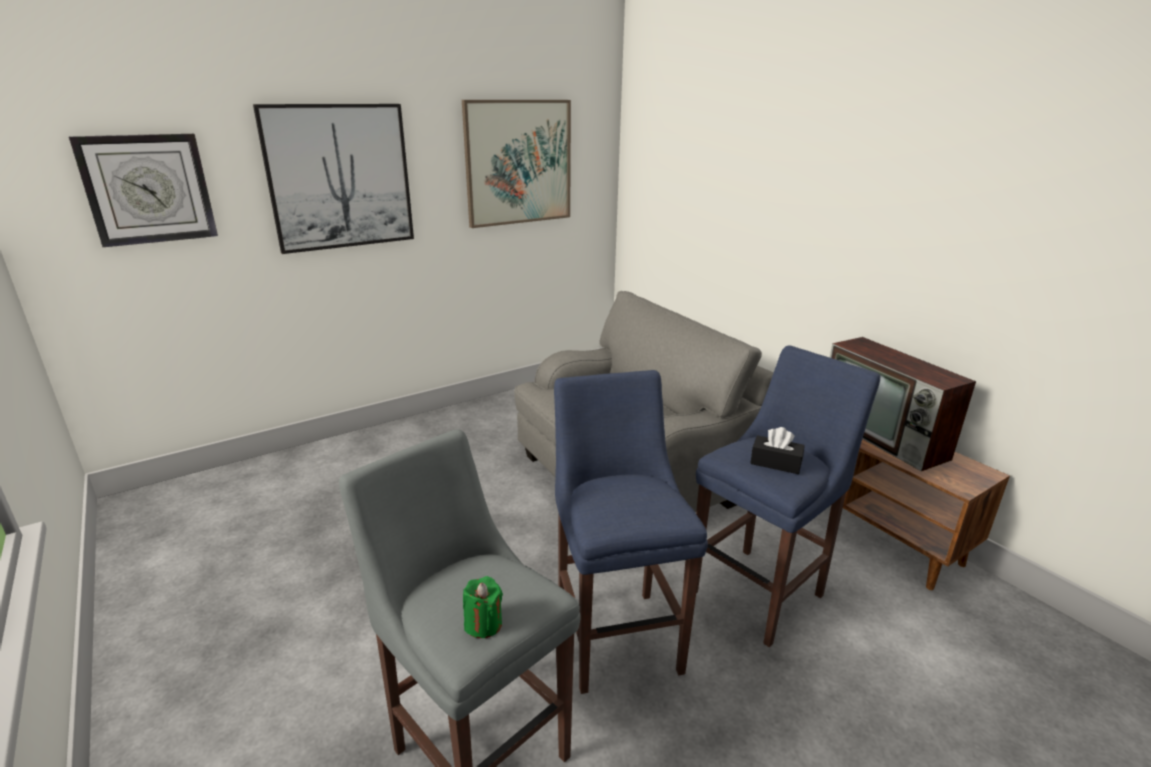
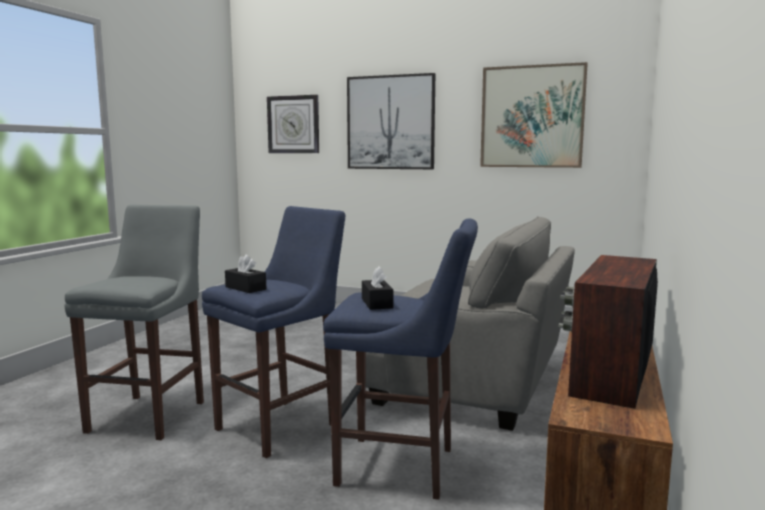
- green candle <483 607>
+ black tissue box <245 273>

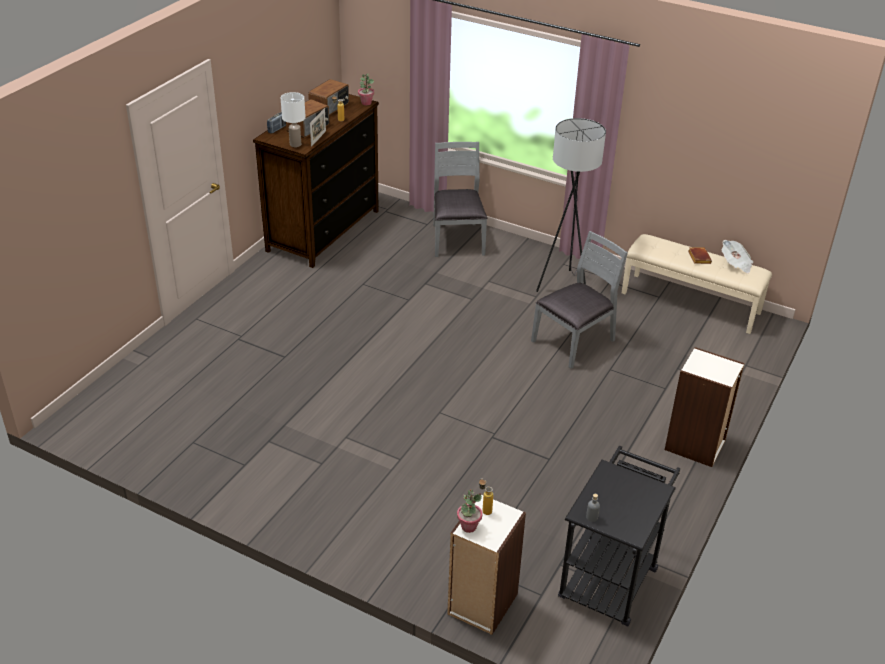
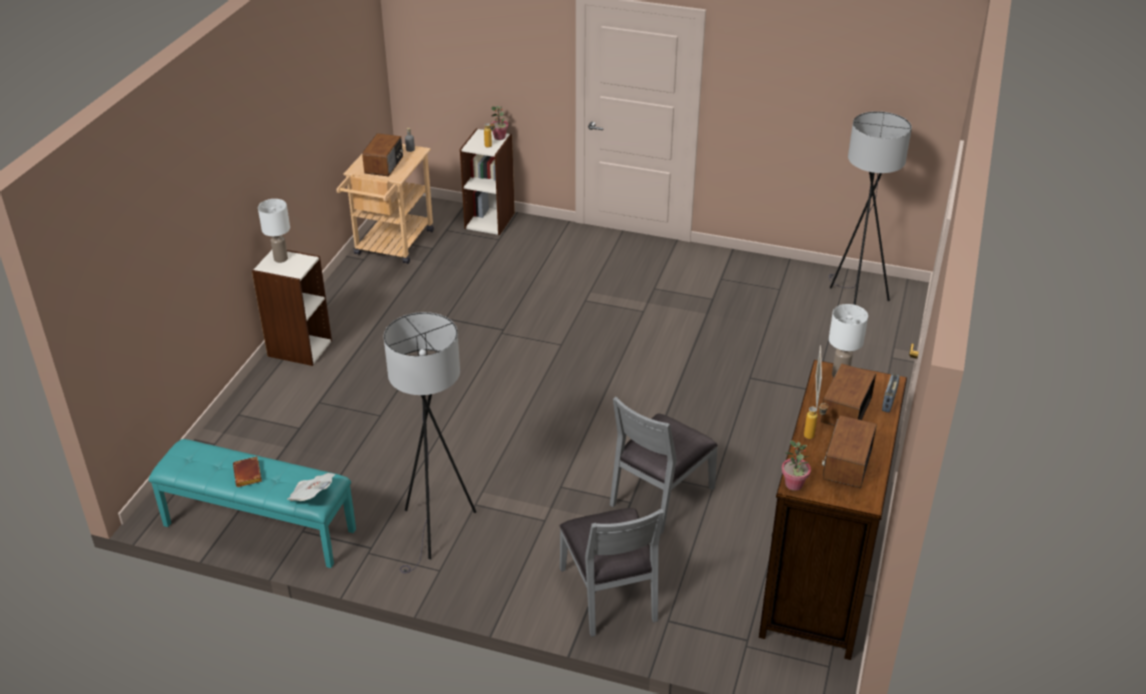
~ grey chair <579 300> to <664 465>
~ beige bench <697 284> to turquoise bench <252 503>
~ newspaper <737 257> to <311 487>
~ black cart <619 536> to beige cart <385 204>
+ grey floor lamp <870 208>
+ radio <382 155>
+ white table lamp <274 231>

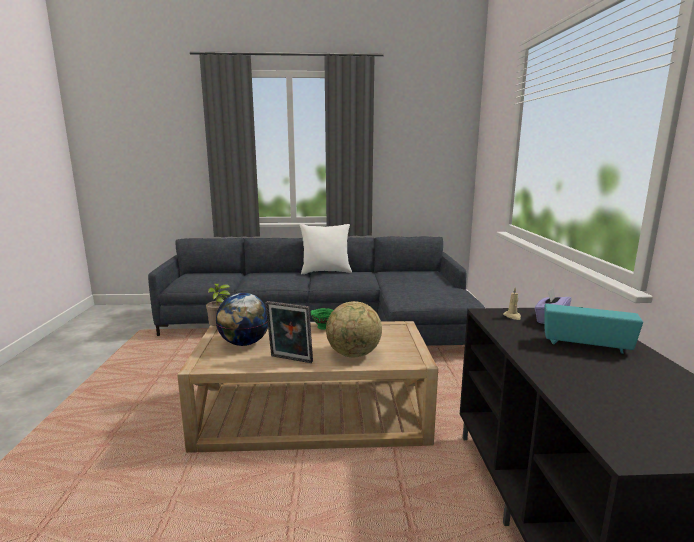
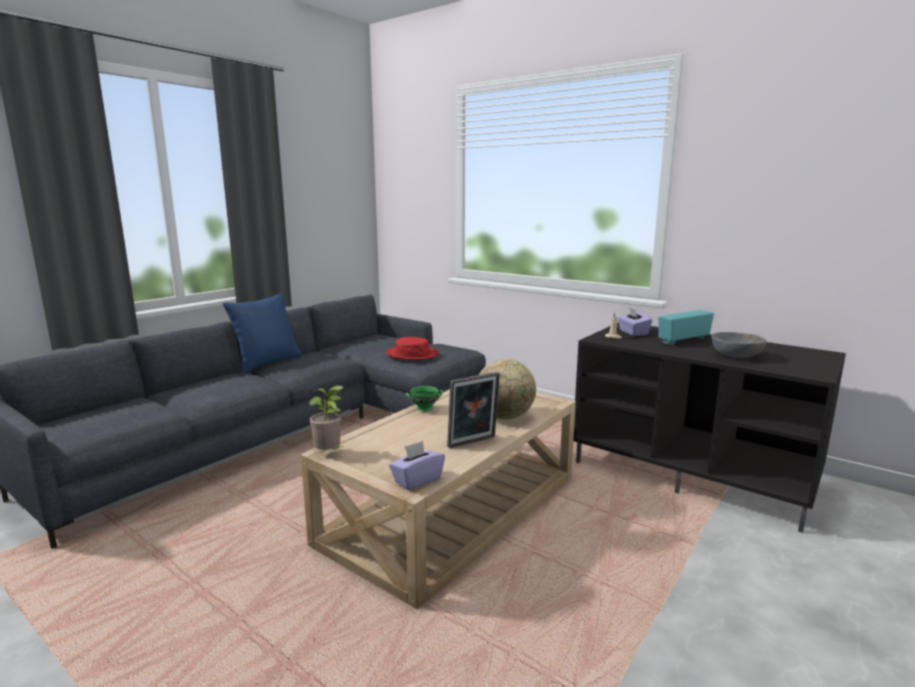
~ white pillow <326 249> to blue pillow <262 333>
- globe <242 319>
+ grey bowl <739 345>
+ red hat <412 348>
+ purple tissue box <417 465>

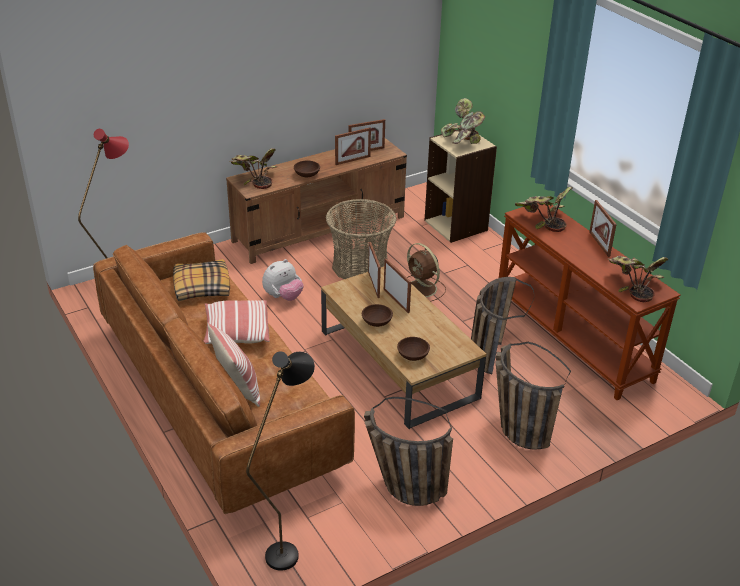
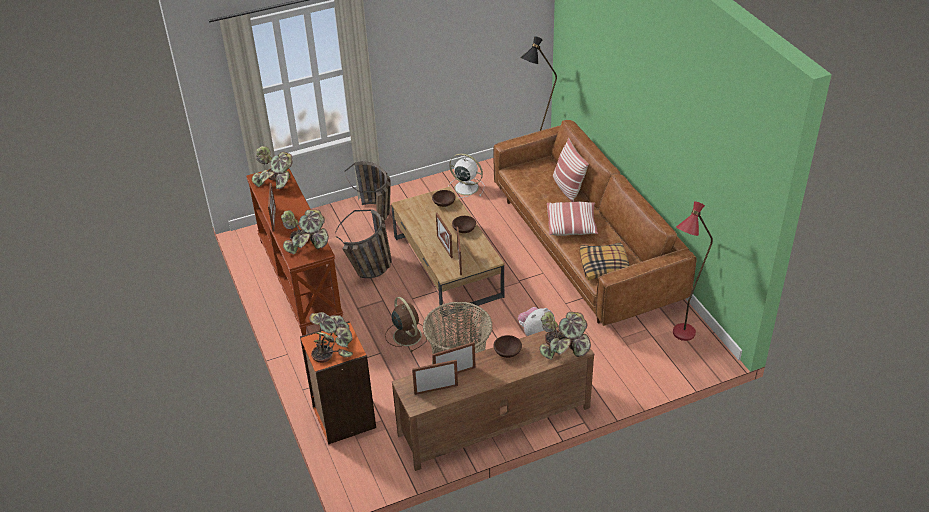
~ beige bookcase <460 186> to orange bookcase <338 383>
~ basket <408 451> to white fan <466 175>

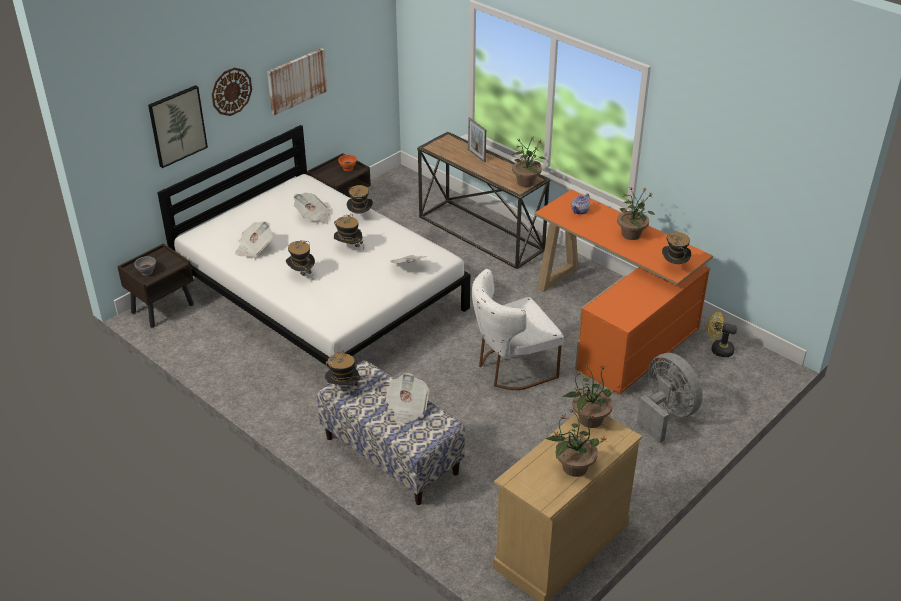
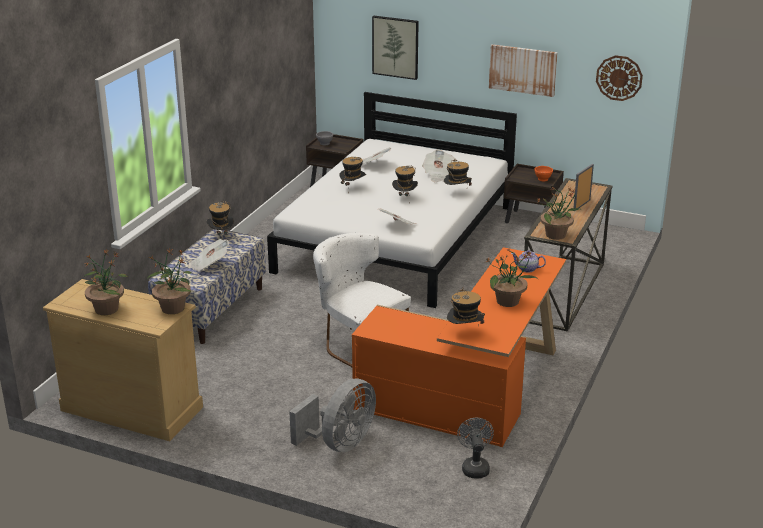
~ wall clock <232 92> to <619 78>
~ yellow fan <722 334> to grey fan <475 448>

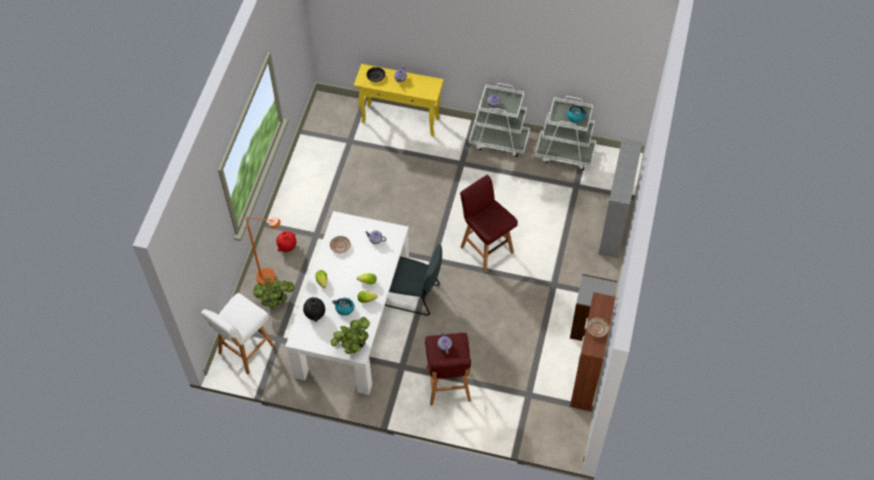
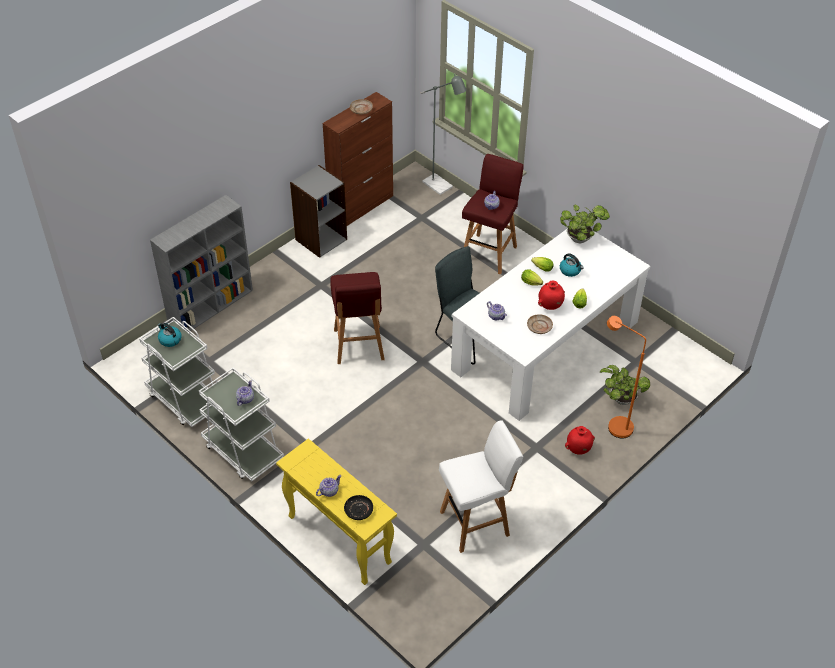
~ white stool <238 334> to <481 486>
- black vase <314 309>
+ grey floor lamp <444 134>
+ red vase <551 295>

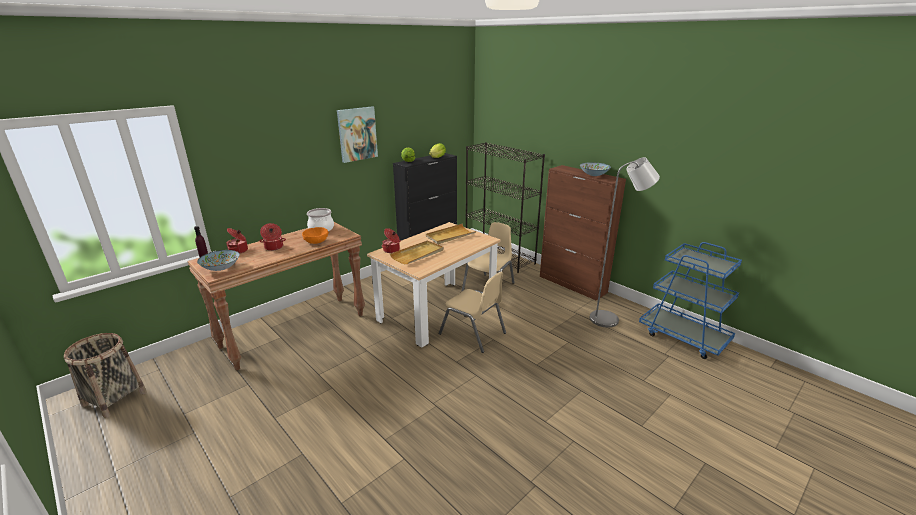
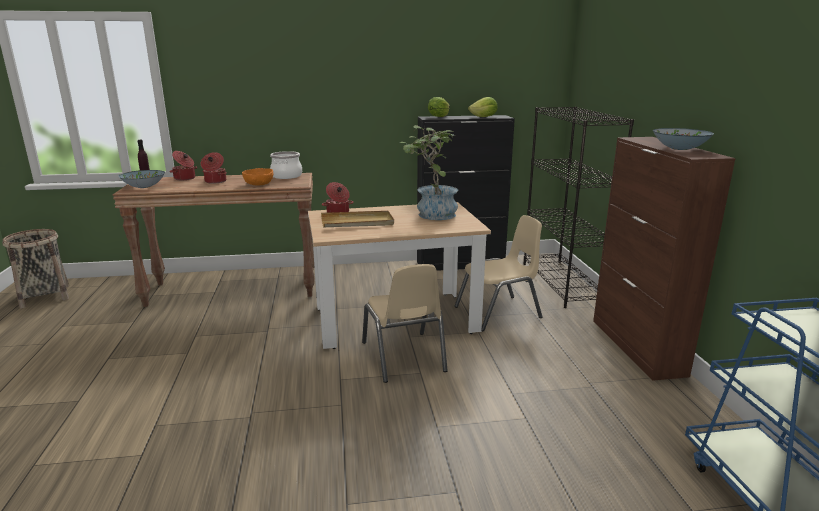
- picture <357 135>
- grey floor lamp <625 242>
~ beige tray <451 234> to potted plant <429 172>

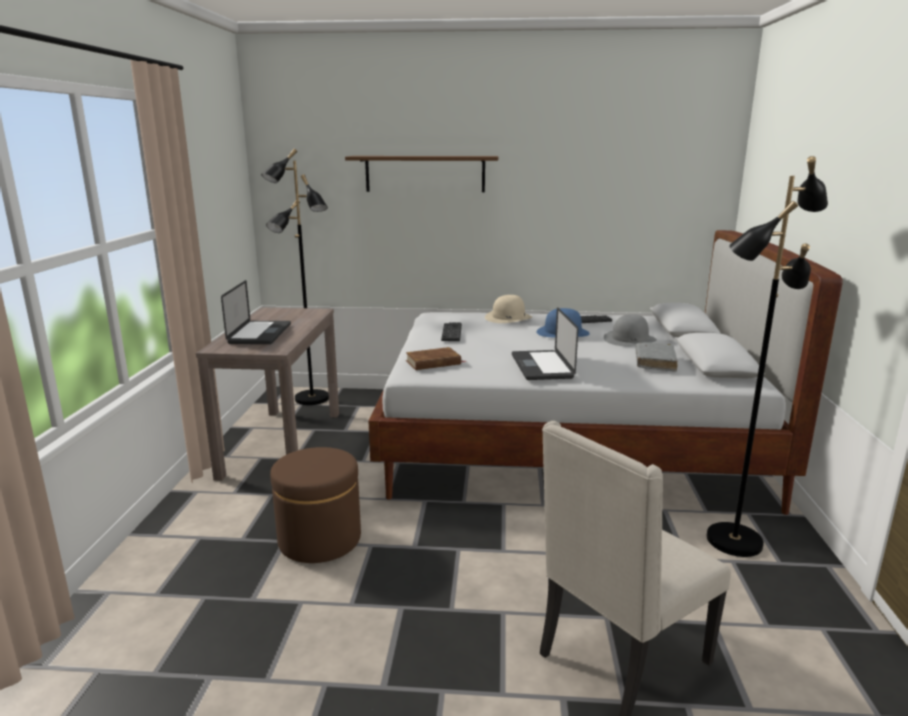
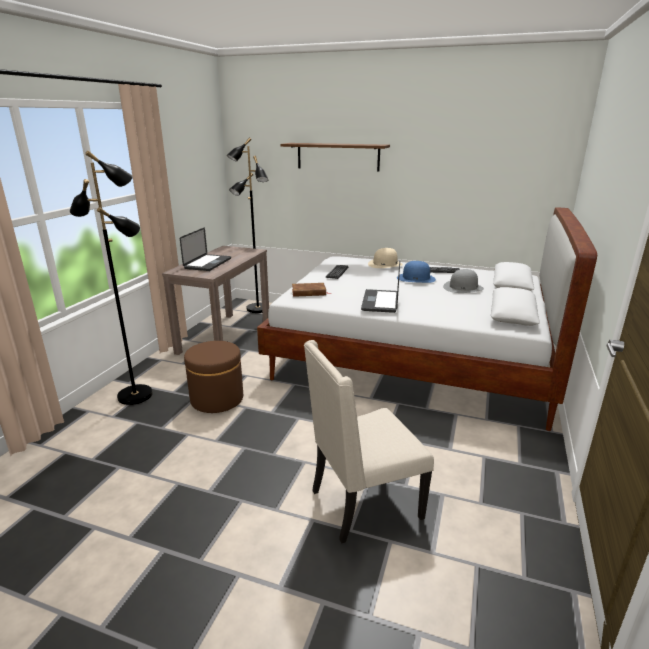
~ black floor lamp <767 356> to <111 277>
- grey book <656 357>

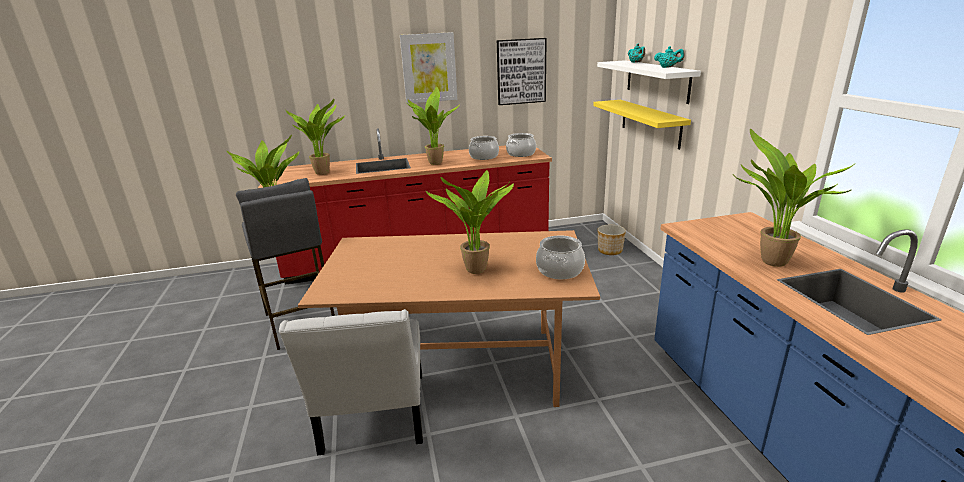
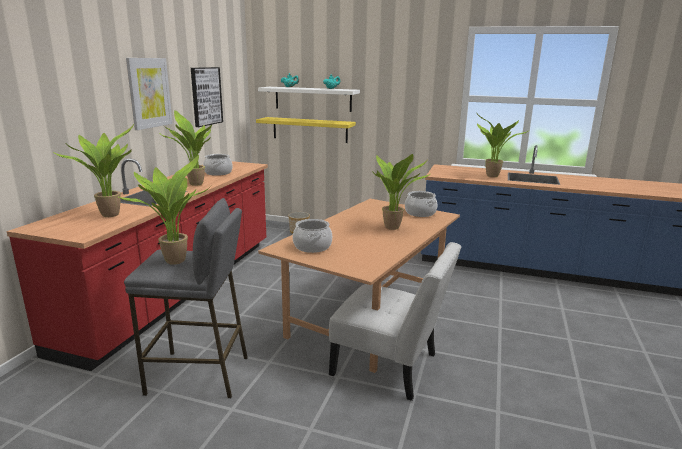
~ cooking pot <521 145> to <312 236>

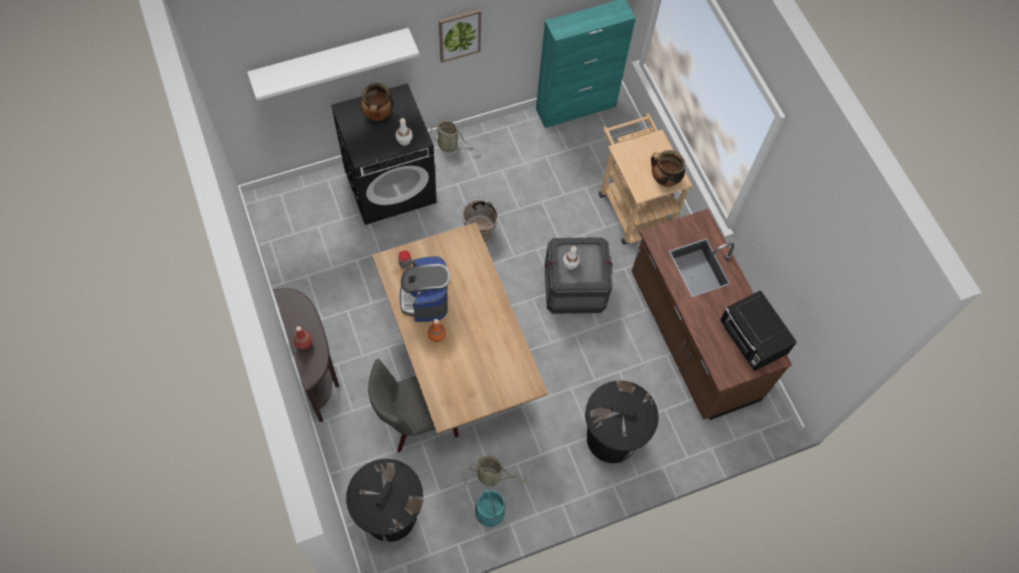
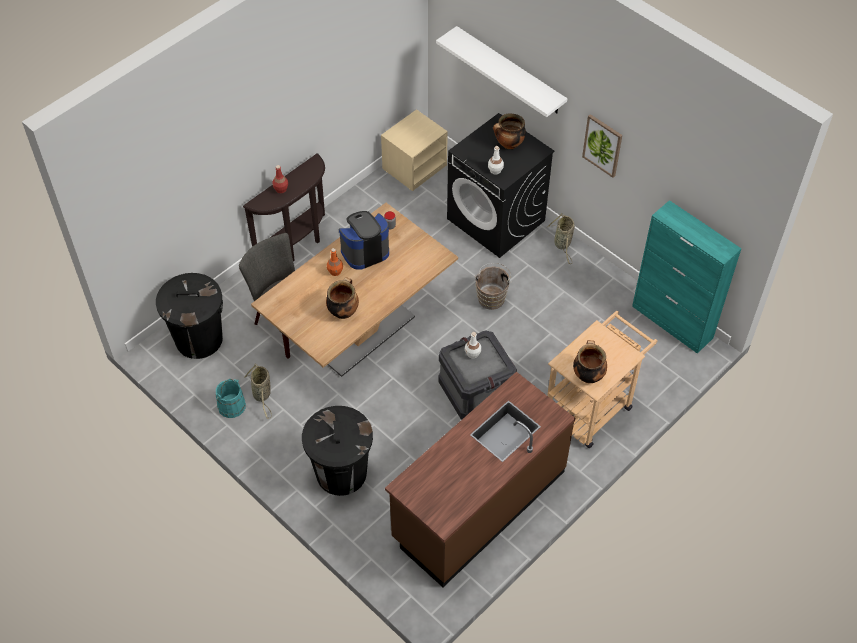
- black microwave <758 330>
+ beige nightstand <414 150>
+ cooking pot <342 298>

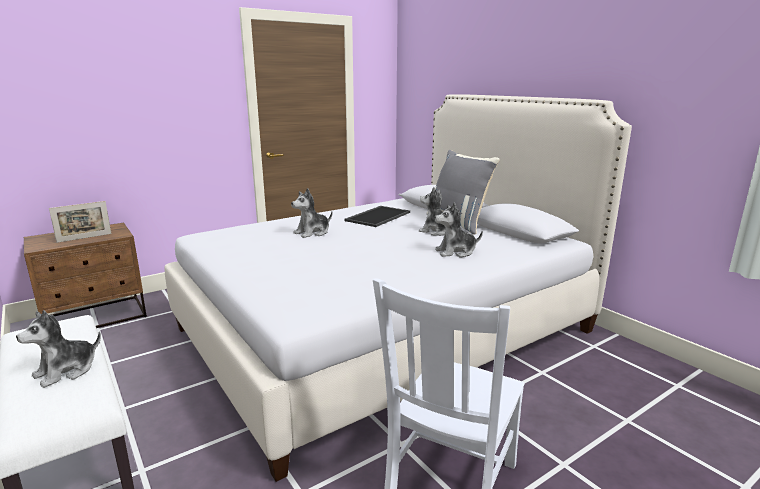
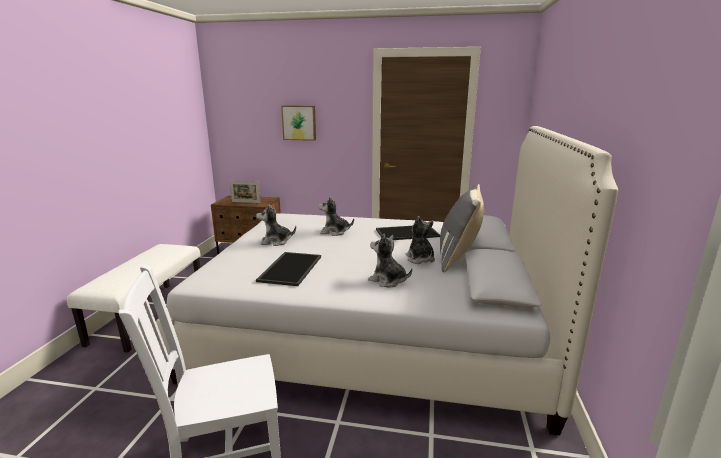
~ plush toy <58 349> to <276 225>
+ picture <298 123>
+ tray <288 269>

